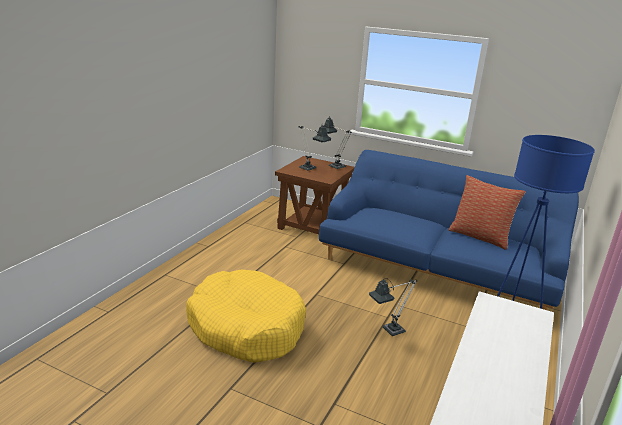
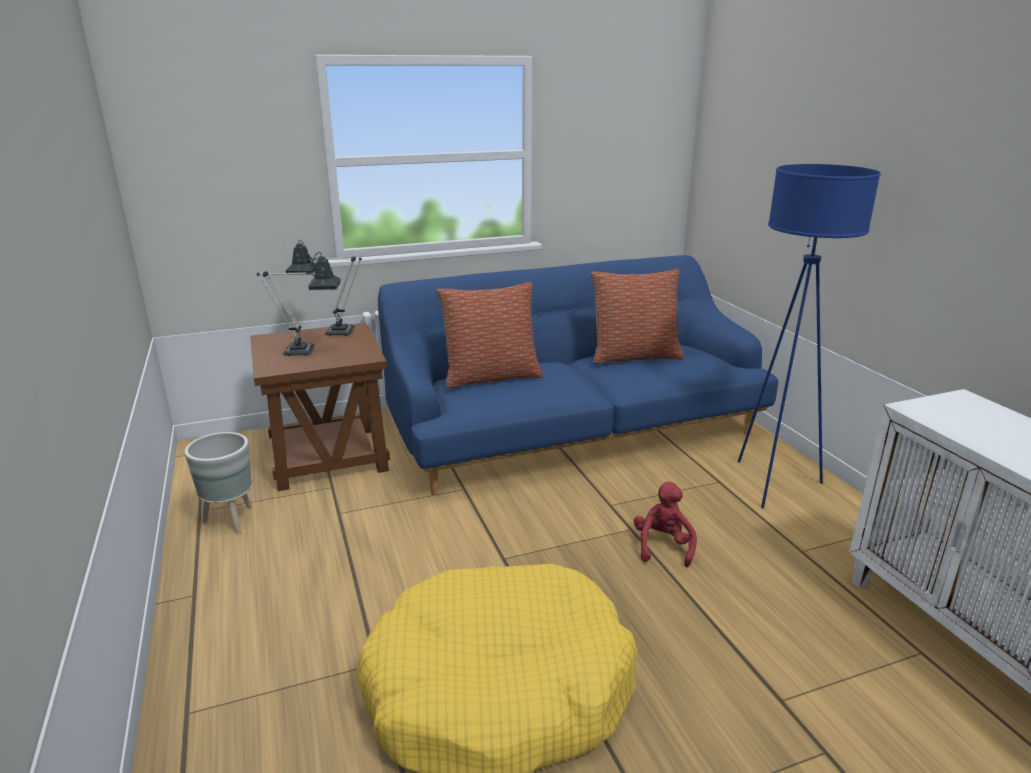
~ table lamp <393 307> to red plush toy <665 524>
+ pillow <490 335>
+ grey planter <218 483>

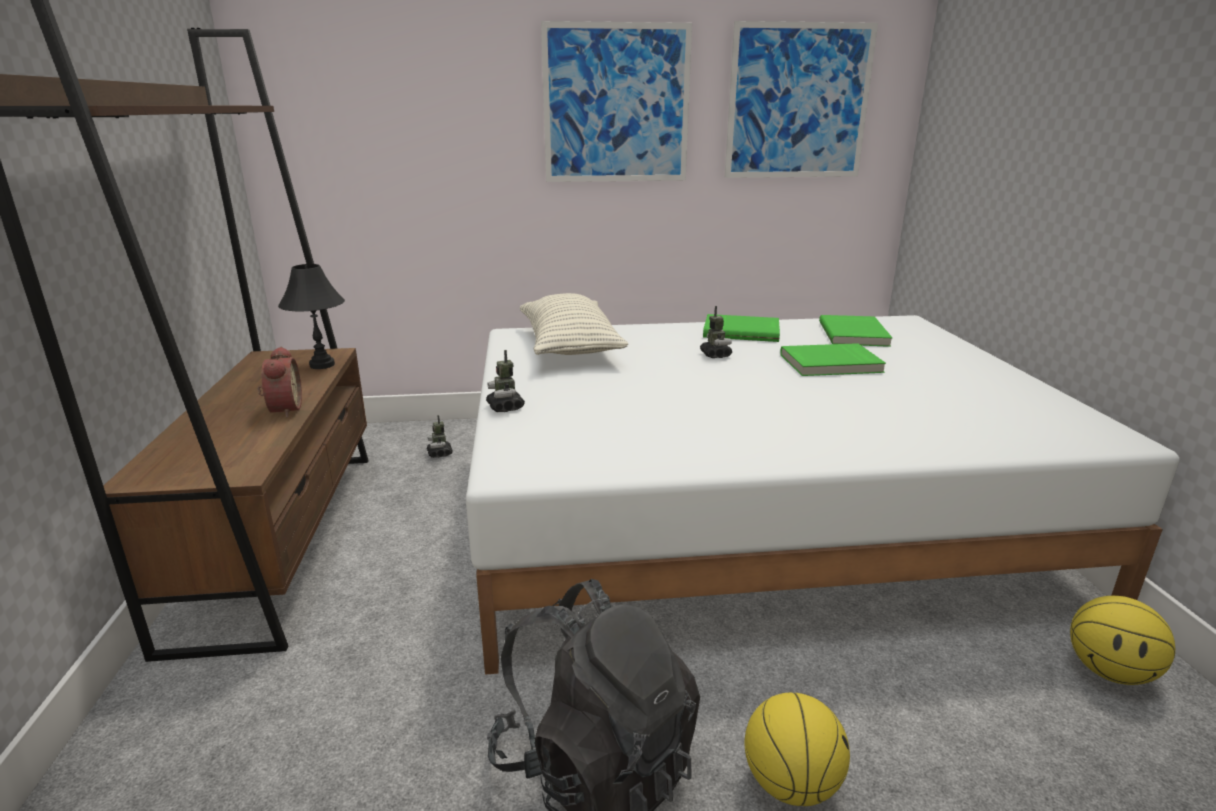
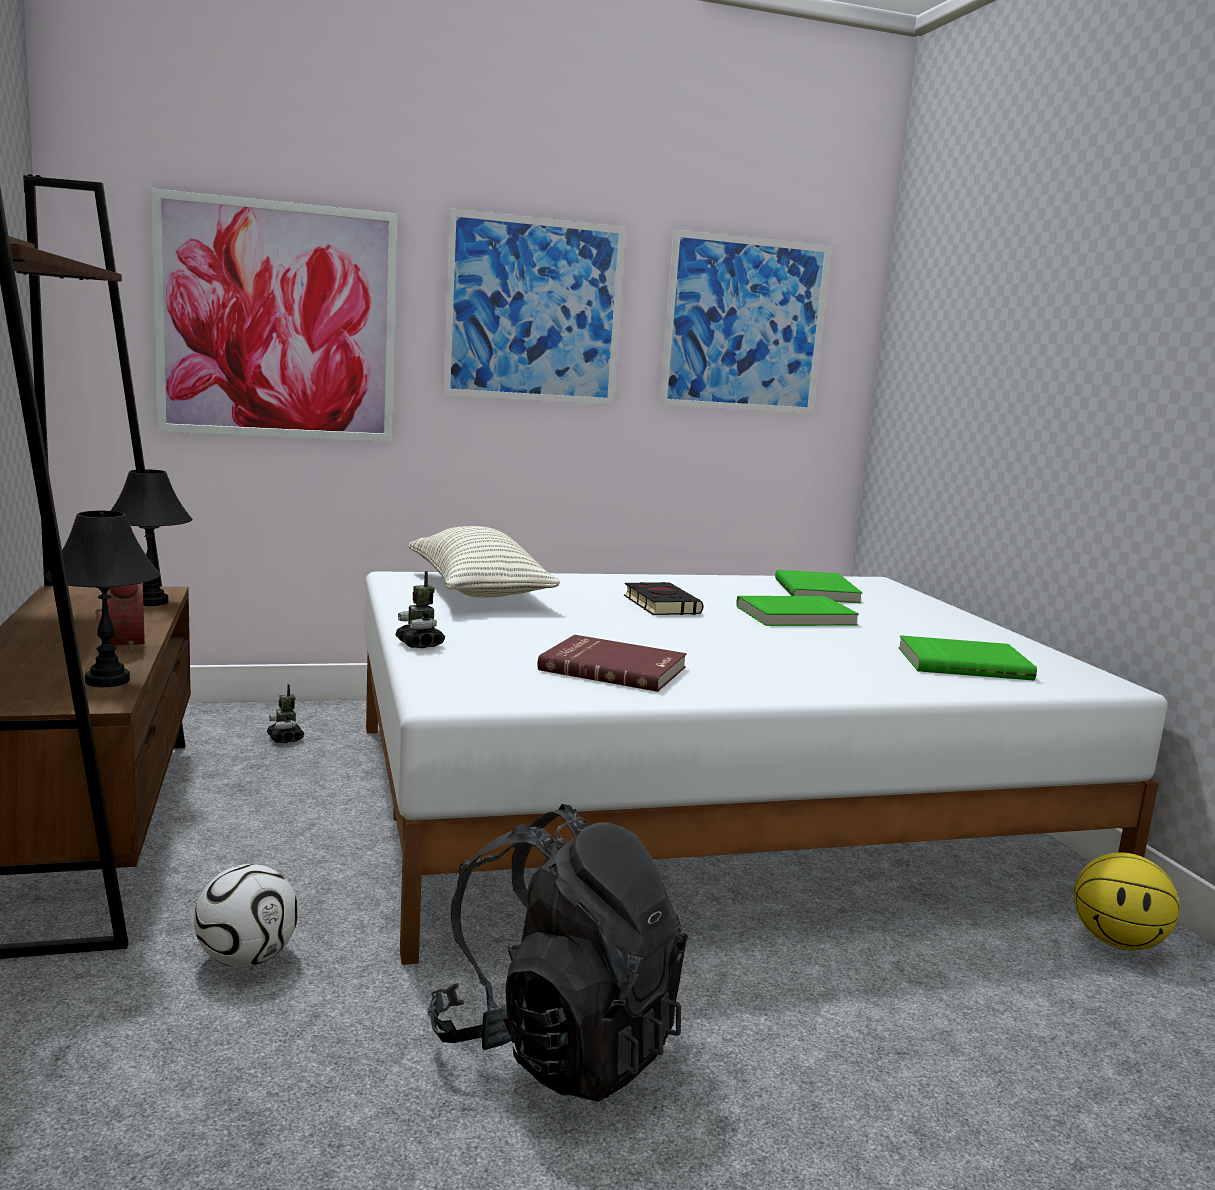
~ toy robot <716 332> to black book <663 598>
~ green book <741 328> to <967 657>
- basketball <797 749>
+ picture <274 315>
+ black table lamp <102 599>
+ red book <612 663>
+ football <246 915>

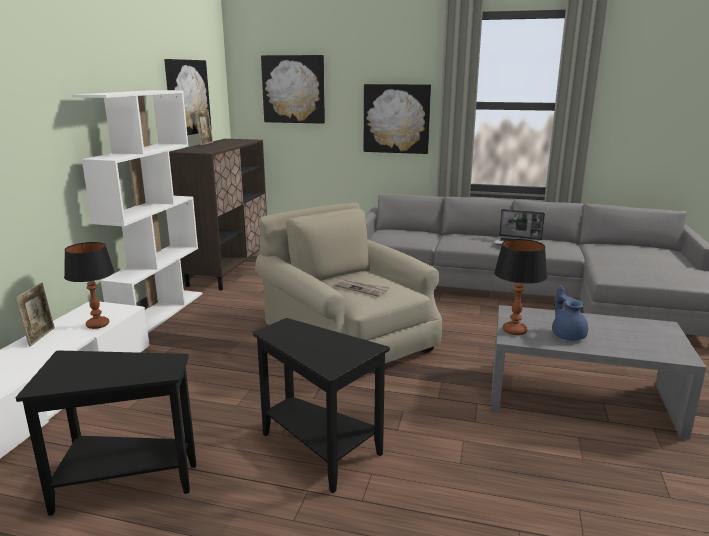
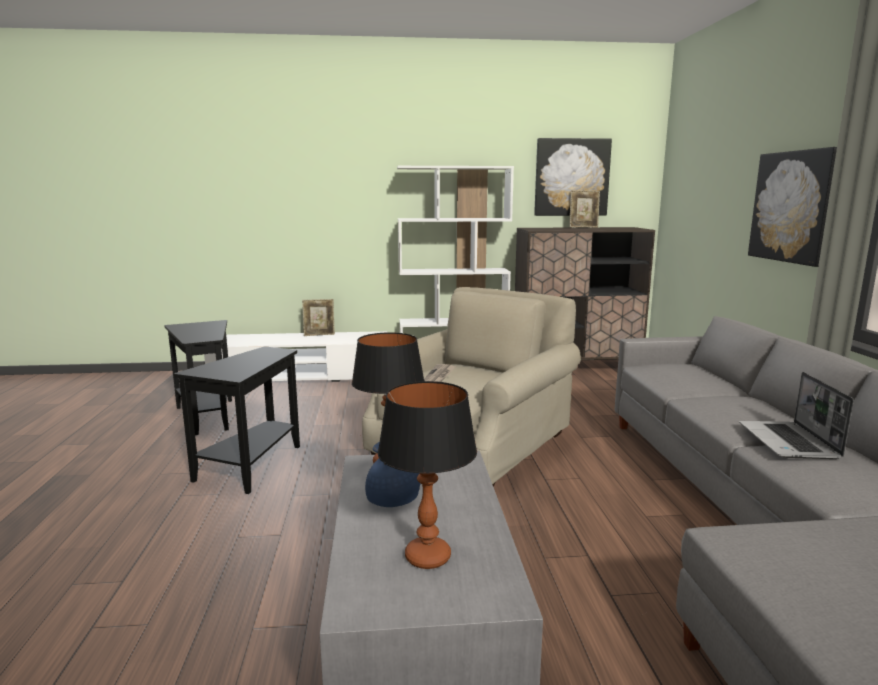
- picture <293 89>
~ table lamp <89 285> to <427 475>

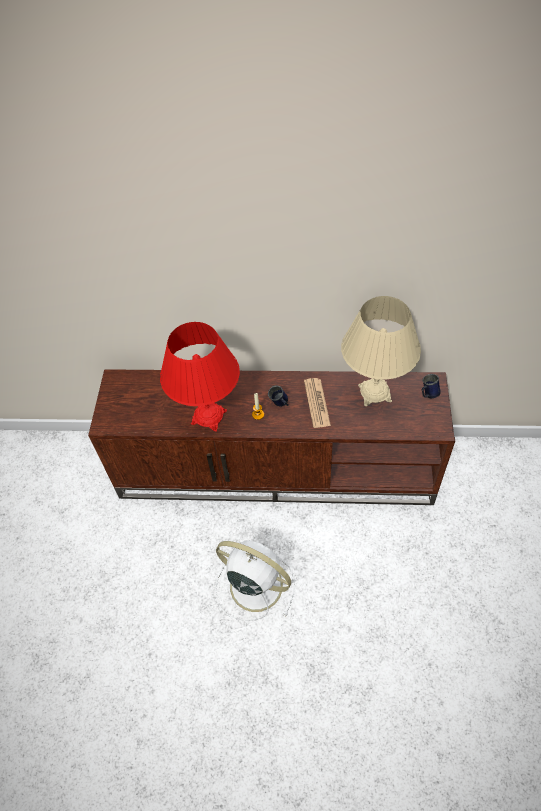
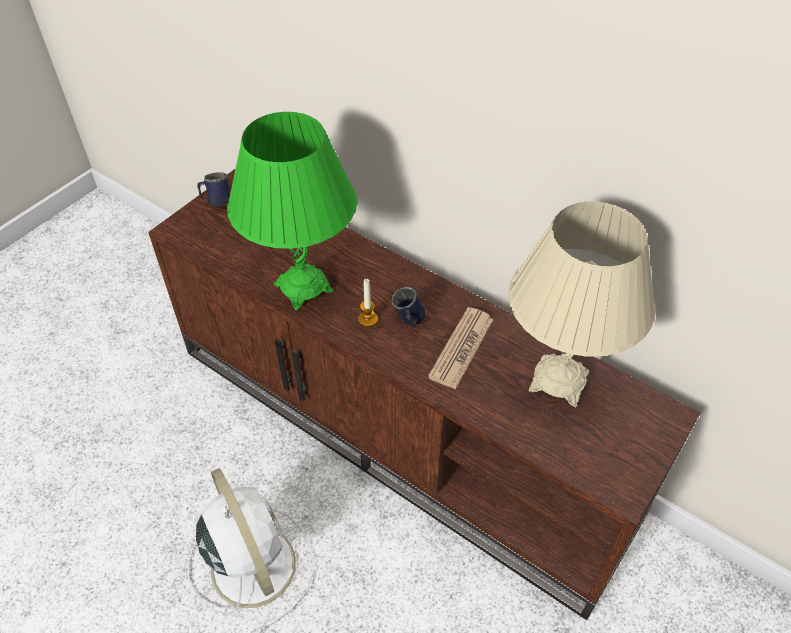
~ red table lamp <200 377> to green table lamp <292 211>
~ blue mug <431 386> to <213 189>

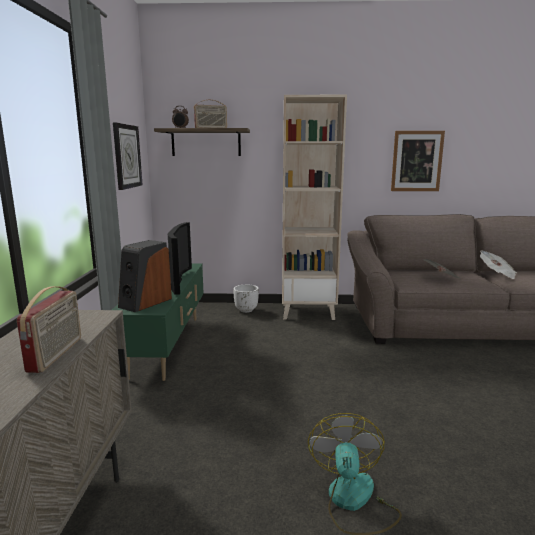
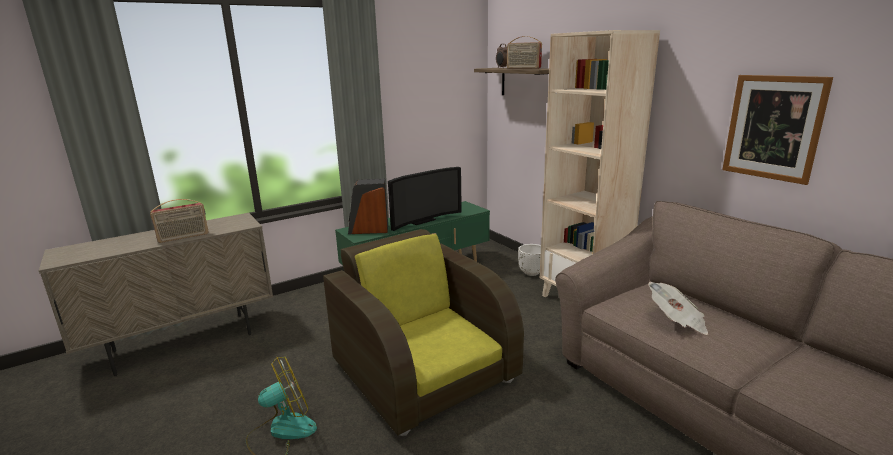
- wall clock <128 156>
- newspaper <498 264>
+ brown armchair <423 332>

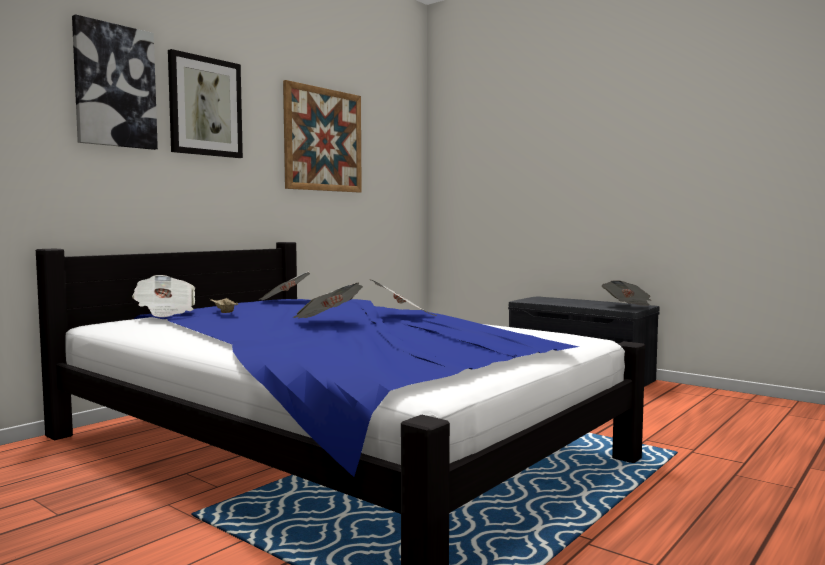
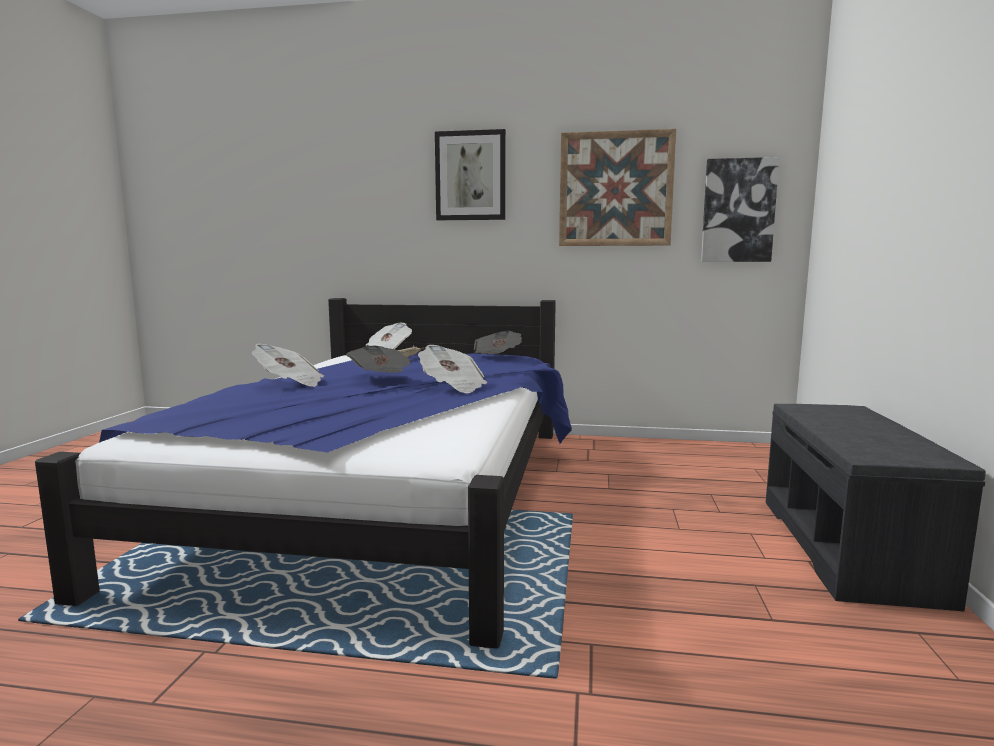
~ picture <115 82> to <740 209>
~ newspaper <627 293> to <288 365>

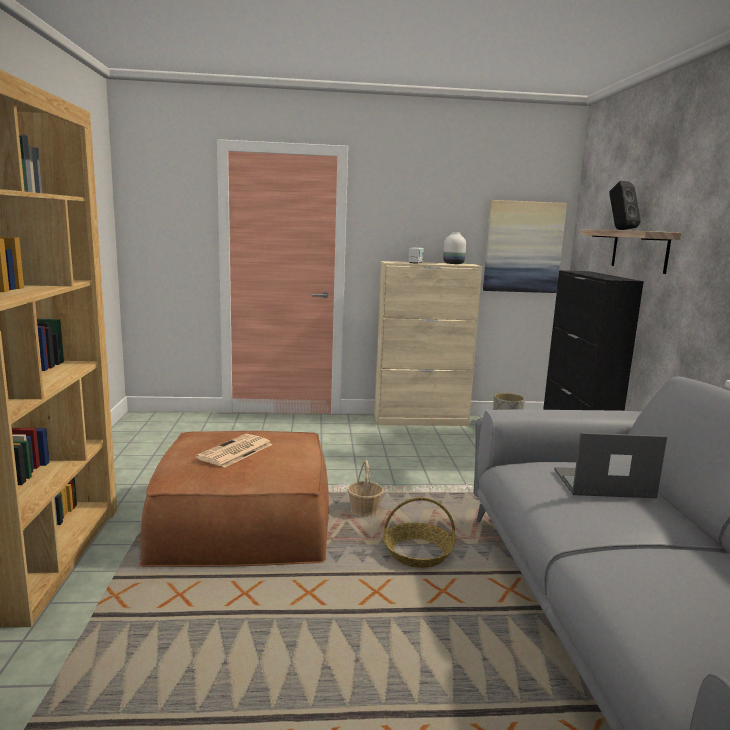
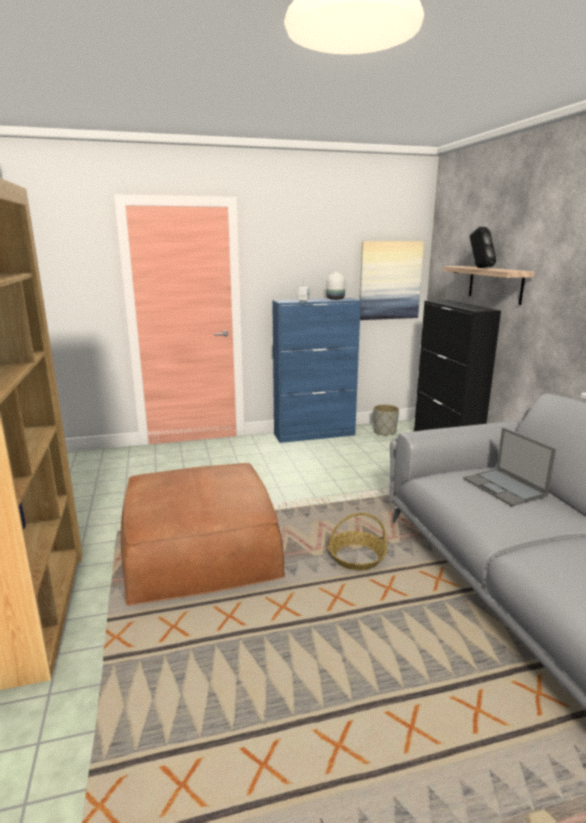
~ beige cabinet <428 343> to blue cabinet <316 370>
~ laptop <610 465> = <509 467> 105 degrees counterclockwise
- newspaper <233 451>
- basket <365 488>

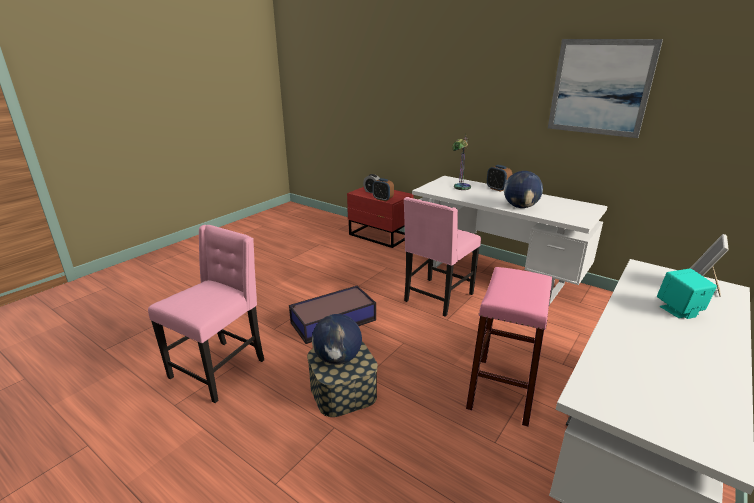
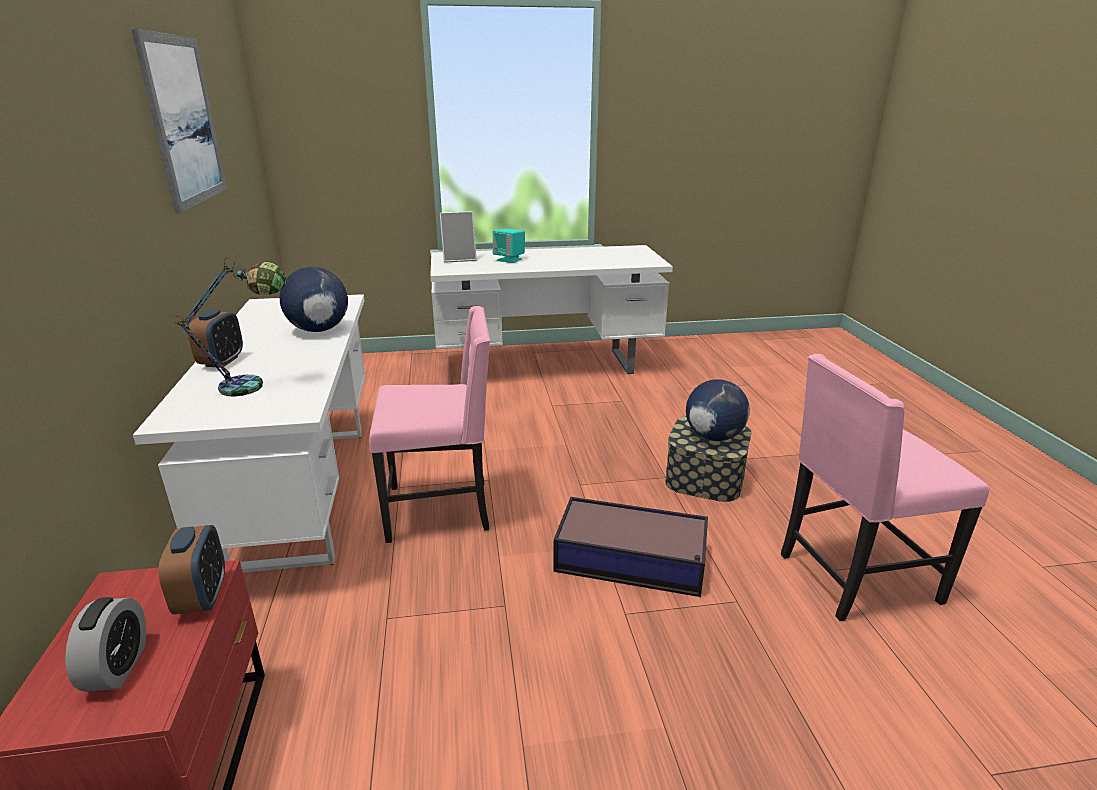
- pink stool <509 347>

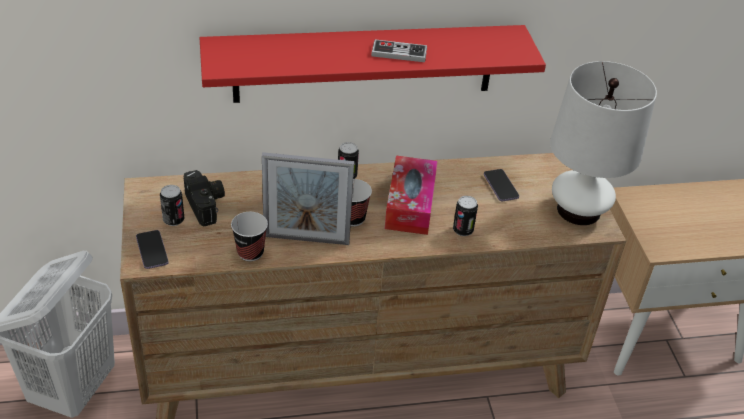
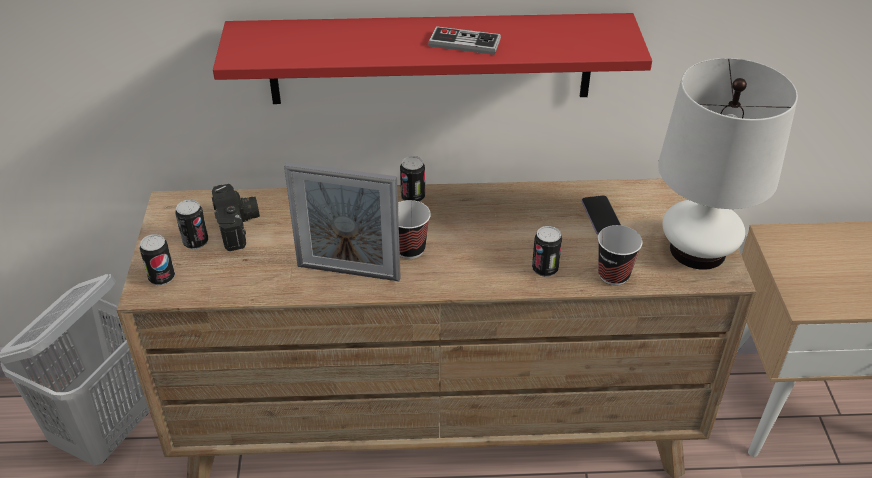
- tissue box <411 195>
~ cup <249 236> to <620 255>
~ phone <152 249> to can <157 259>

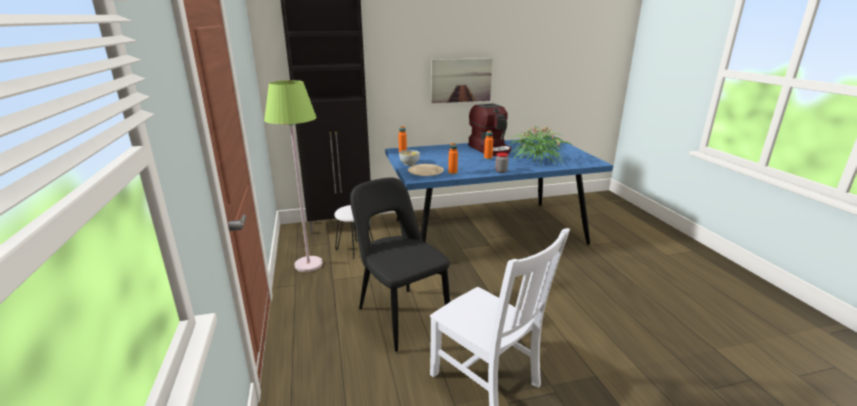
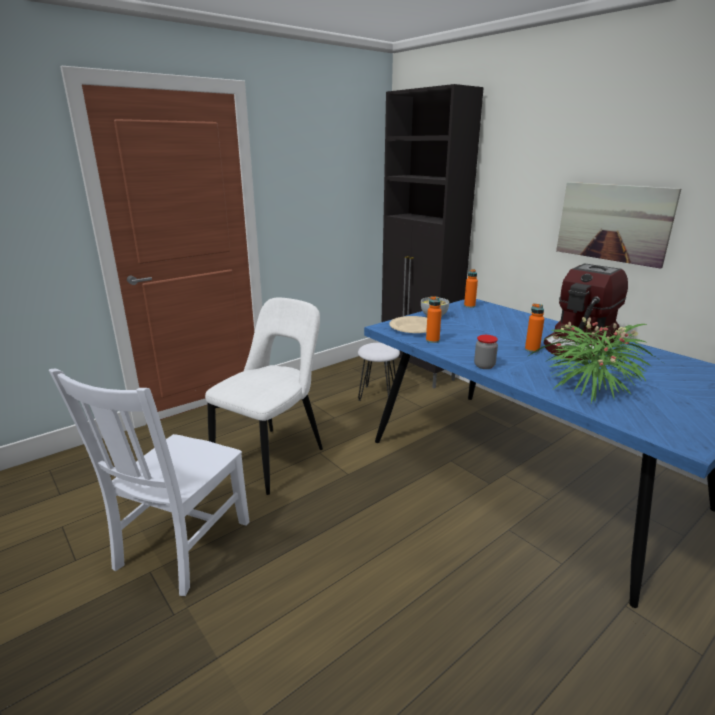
- green floor lamp <293 176>
~ black chair <400 264> to white chair <264 396>

